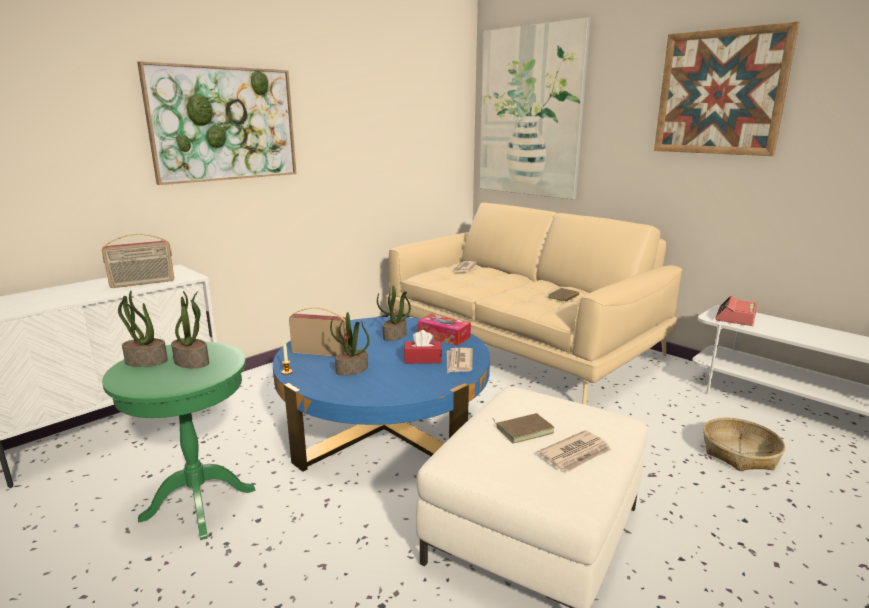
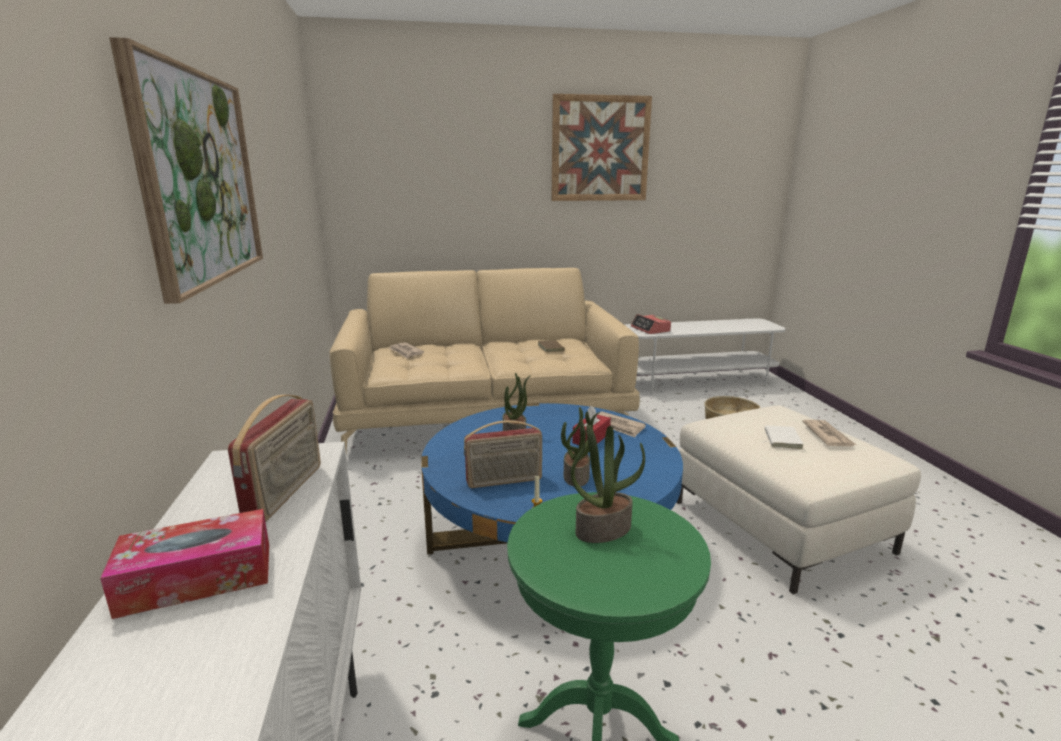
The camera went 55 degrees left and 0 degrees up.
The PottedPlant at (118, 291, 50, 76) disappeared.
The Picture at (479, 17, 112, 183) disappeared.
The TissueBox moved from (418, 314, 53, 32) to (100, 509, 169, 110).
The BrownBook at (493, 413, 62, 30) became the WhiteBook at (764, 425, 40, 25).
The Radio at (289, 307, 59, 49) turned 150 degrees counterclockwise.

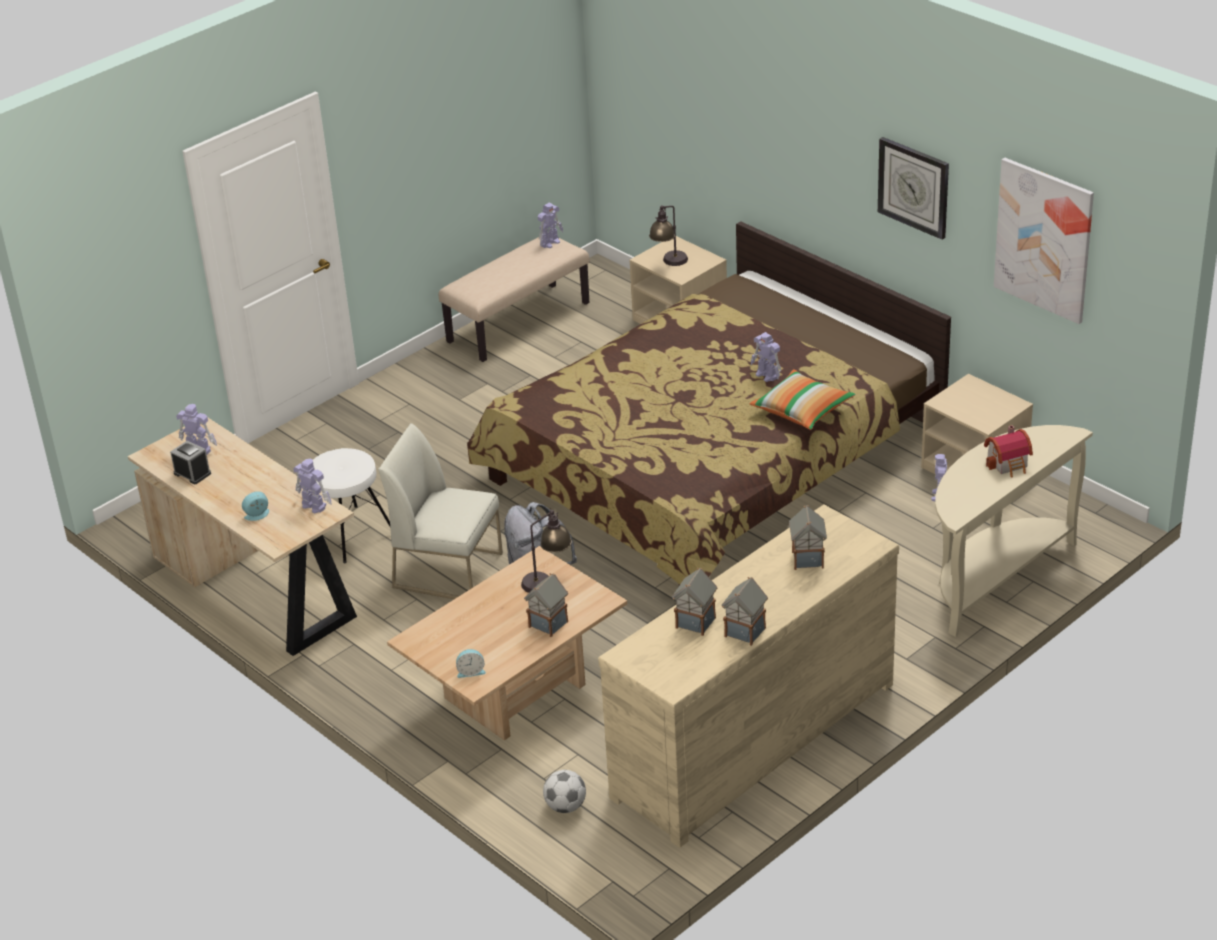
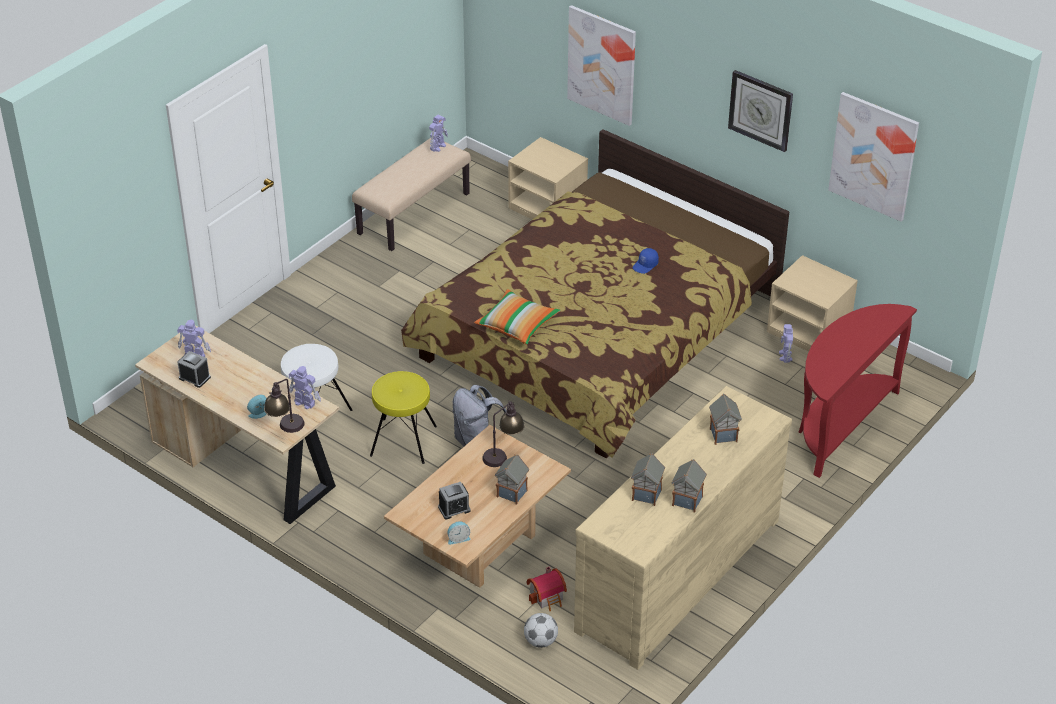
The camera went 10 degrees left and 5 degrees up.
The AlarmClock at (438, 482, 33, 38) appeared.
The Picture at (567, 5, 69, 121) appeared.
The TableLamp moved from (649, 205, 39, 61) to (264, 379, 41, 54).
The Pillow moved from (749, 370, 106, 60) to (474, 289, 86, 56).
The ToyHouse moved from (984, 425, 49, 52) to (526, 567, 41, 44).
The WhiteChair at (378, 423, 125, 176) was replaced by the YellowStool at (370, 371, 67, 93).
The ToyRobot at (751, 332, 30, 50) was replaced by the BlueCap at (633, 248, 26, 26).
The BeigeConsoleTable at (935, 425, 158, 212) became the RedConsoleTable at (799, 304, 118, 174).

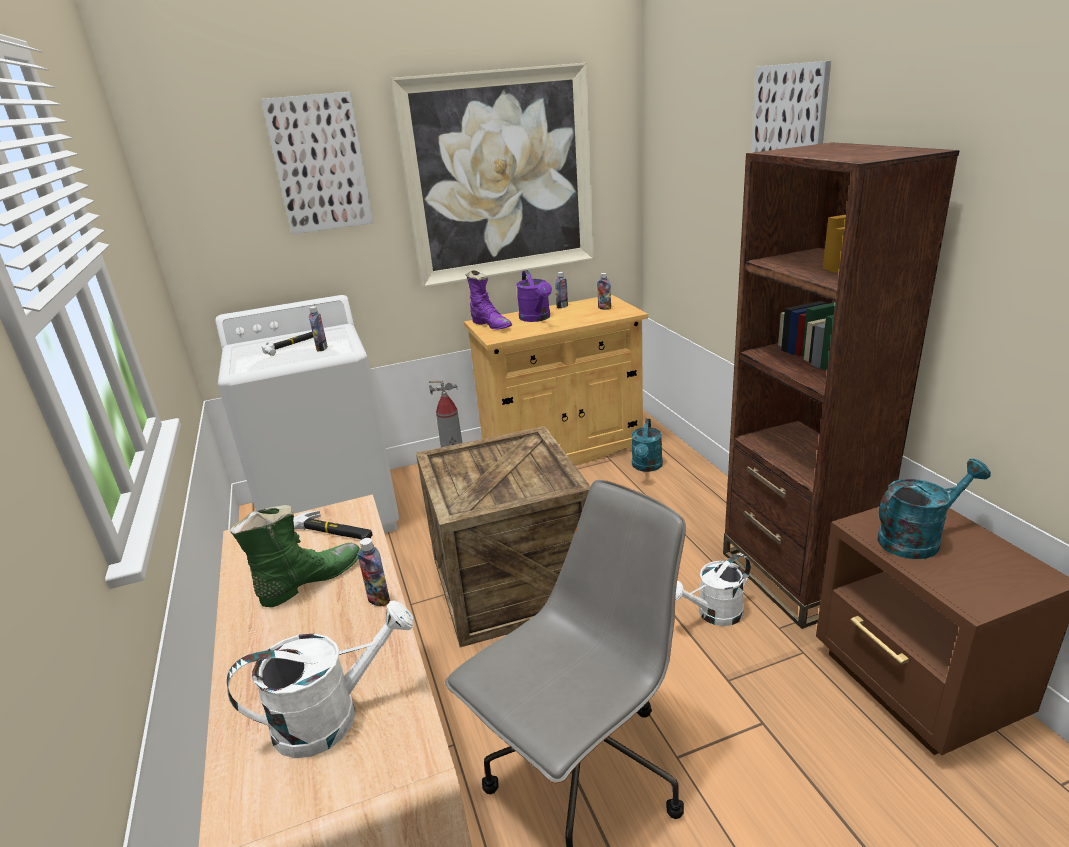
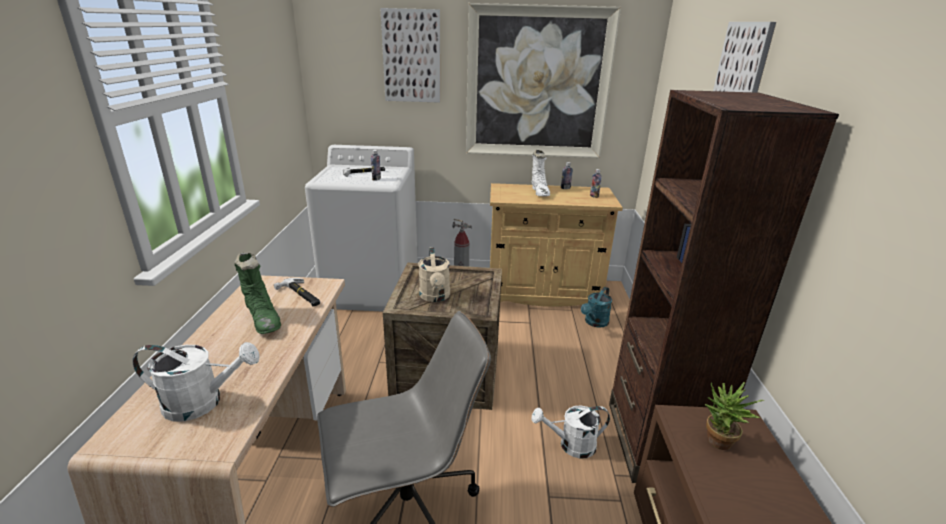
The camera went 20 degrees right and 0 degrees up.
The Bottle at (357, 538, 33, 68) disappeared.
The PurpleBoot at (465, 270, 47, 59) disappeared.
The BeigeWateringCan at (418, 247, 32, 55) appeared.
The PurpleWateringCan at (516, 270, 36, 52) was replaced by the WhiteBoot at (532, 150, 18, 46).
The TurquoiseWateringCan at (877, 459, 114, 100) was replaced by the PottedPlant at (705, 382, 59, 68).
The GreenBoot at (230, 505, 131, 102) turned 75 degrees clockwise.

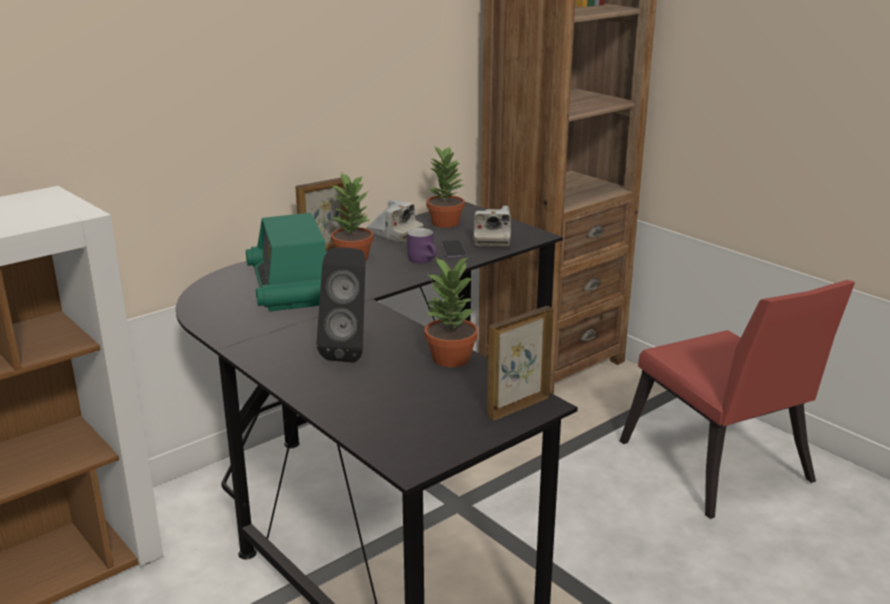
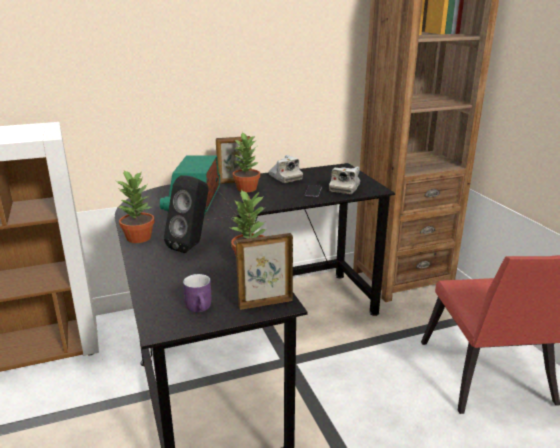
The camera went 20 degrees right and 0 degrees up.
The PurpleMug moved from (407, 228, 30, 35) to (183, 274, 28, 38).
The PottedPlant moved from (426, 146, 41, 82) to (116, 170, 39, 73).

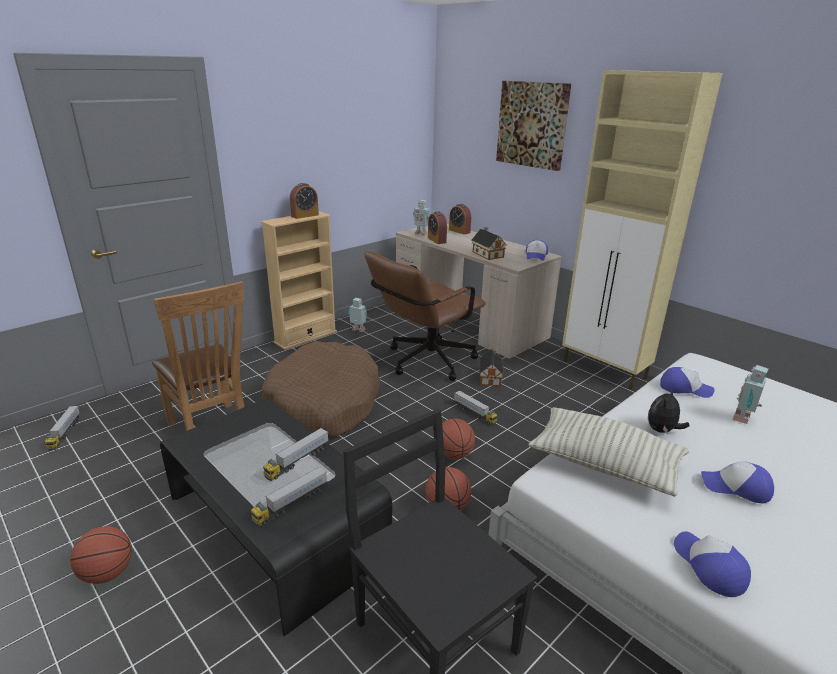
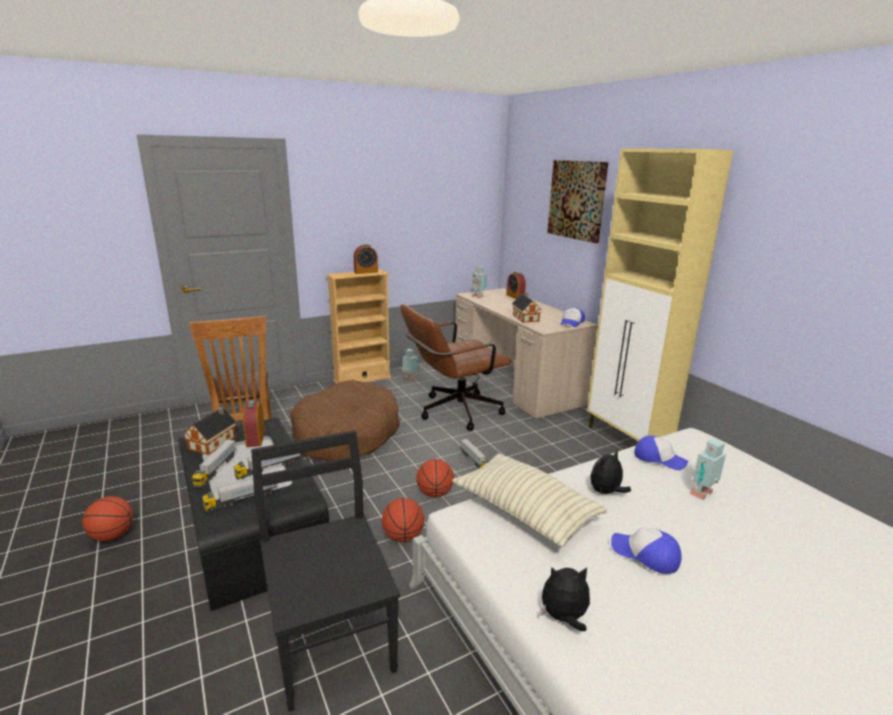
The camera went 15 degrees right and 5 degrees down.
The ToyTruck moved from (44, 406, 36, 44) to (192, 439, 44, 49).
The AlarmClock moved from (428, 211, 19, 33) to (243, 400, 22, 47).
The ToyHouse moved from (480, 349, 24, 38) to (183, 407, 53, 48).
The Cap at (674, 531, 77, 66) was replaced by the PlushToy at (541, 567, 49, 64).

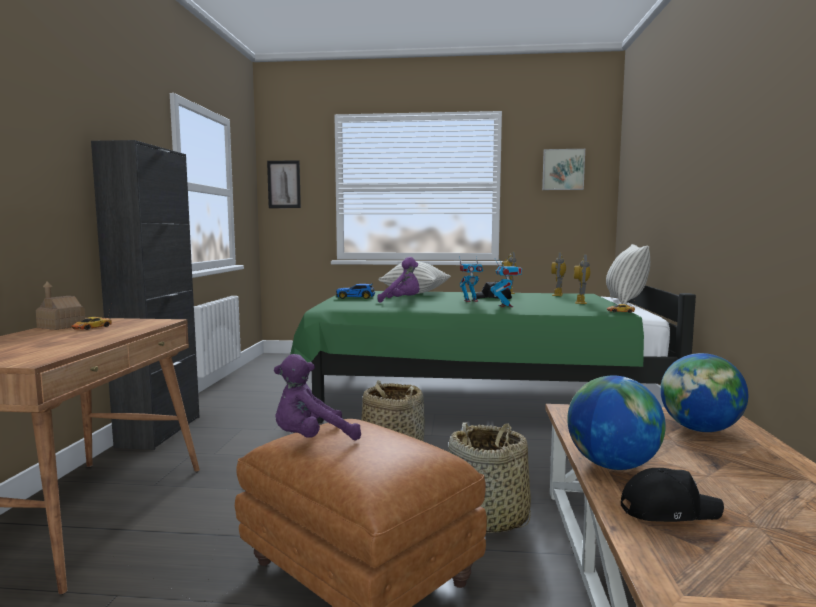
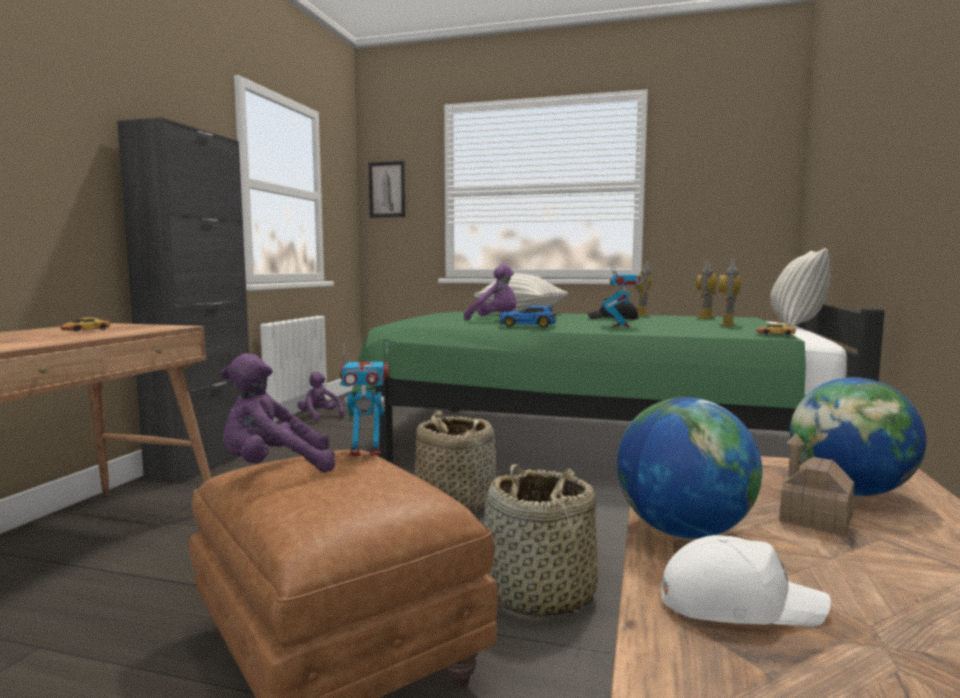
The camera went 10 degrees right and 0 degrees up.
The Picture at (542, 149, 43, 41) disappeared.
The PurplePlushToy at (297, 372, 47, 50) appeared.
The ToyHouse moved from (36, 281, 49, 49) to (779, 433, 76, 102).
The ToyCar moved from (336, 283, 39, 16) to (500, 306, 57, 22).
The ToyRobot moved from (459, 256, 24, 46) to (340, 343, 49, 113).
The BlackCap at (621, 468, 103, 54) became the WhiteCap at (661, 535, 170, 92).

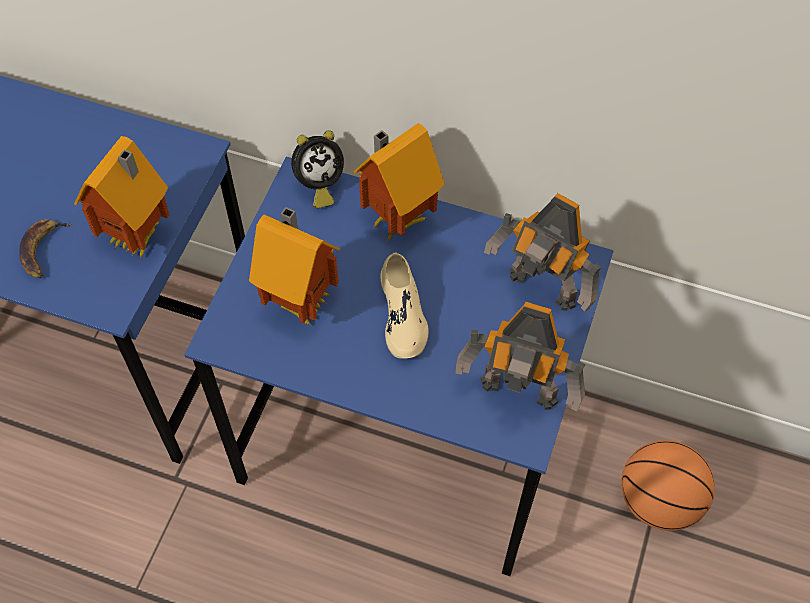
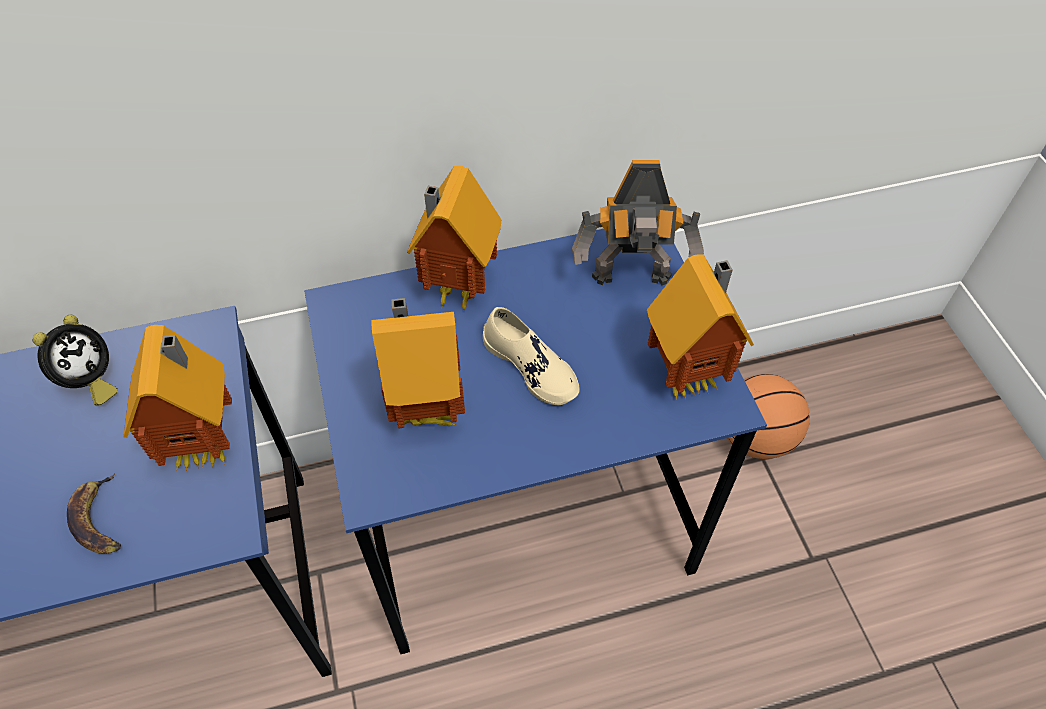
The camera went 35 degrees left and 5 degrees down.
The AlarmClock moved from (291, 130, 53, 78) to (32, 314, 86, 91).
The ToyRobot at (456, 302, 129, 110) was replaced by the ToyHouse at (647, 254, 107, 146).

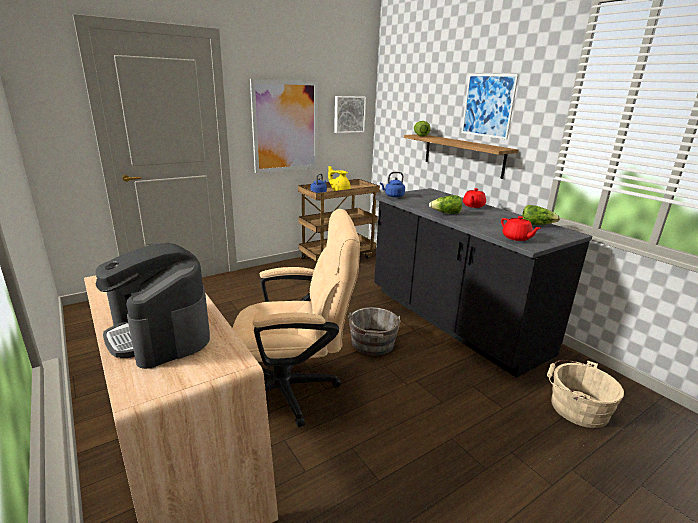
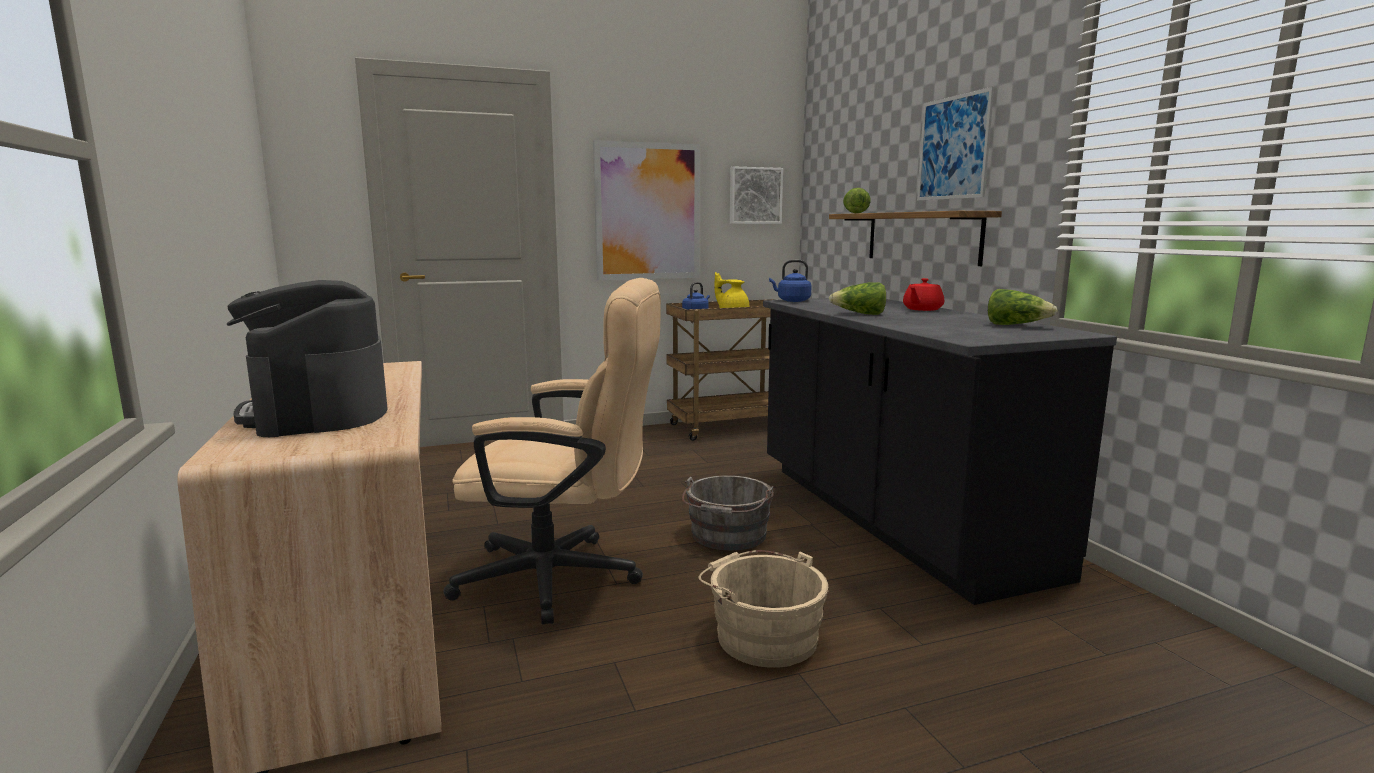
The camera went 15 degrees right and 10 degrees down.
The RedTeapot at (501, 216, 40, 25) disappeared.
The BeigeBucket moved from (547, 360, 77, 68) to (699, 550, 130, 118).

